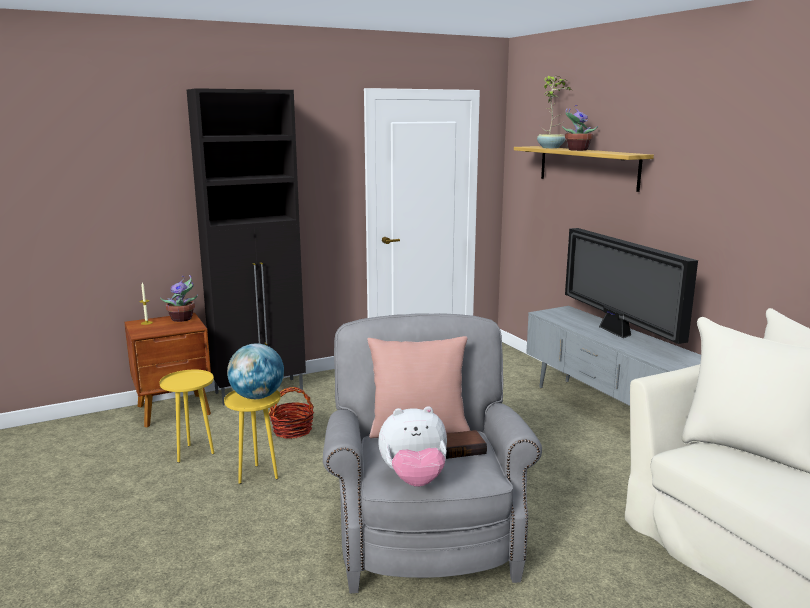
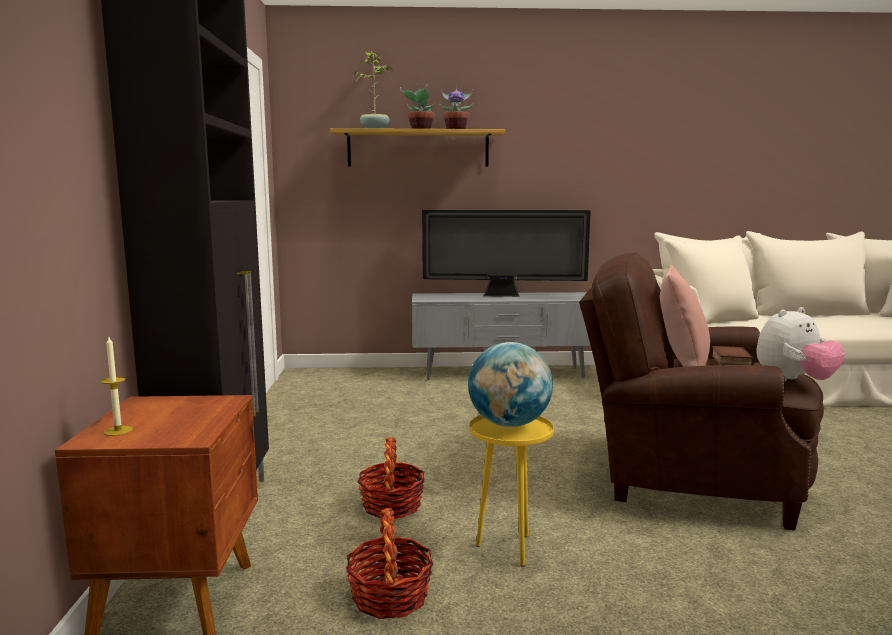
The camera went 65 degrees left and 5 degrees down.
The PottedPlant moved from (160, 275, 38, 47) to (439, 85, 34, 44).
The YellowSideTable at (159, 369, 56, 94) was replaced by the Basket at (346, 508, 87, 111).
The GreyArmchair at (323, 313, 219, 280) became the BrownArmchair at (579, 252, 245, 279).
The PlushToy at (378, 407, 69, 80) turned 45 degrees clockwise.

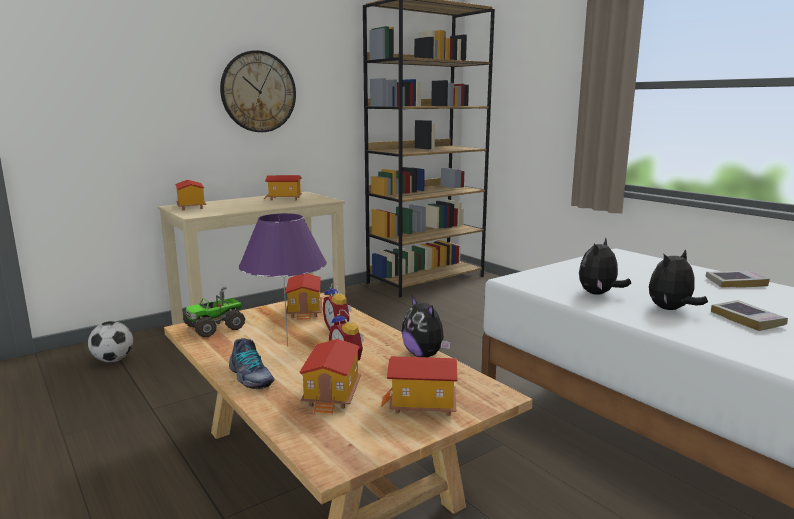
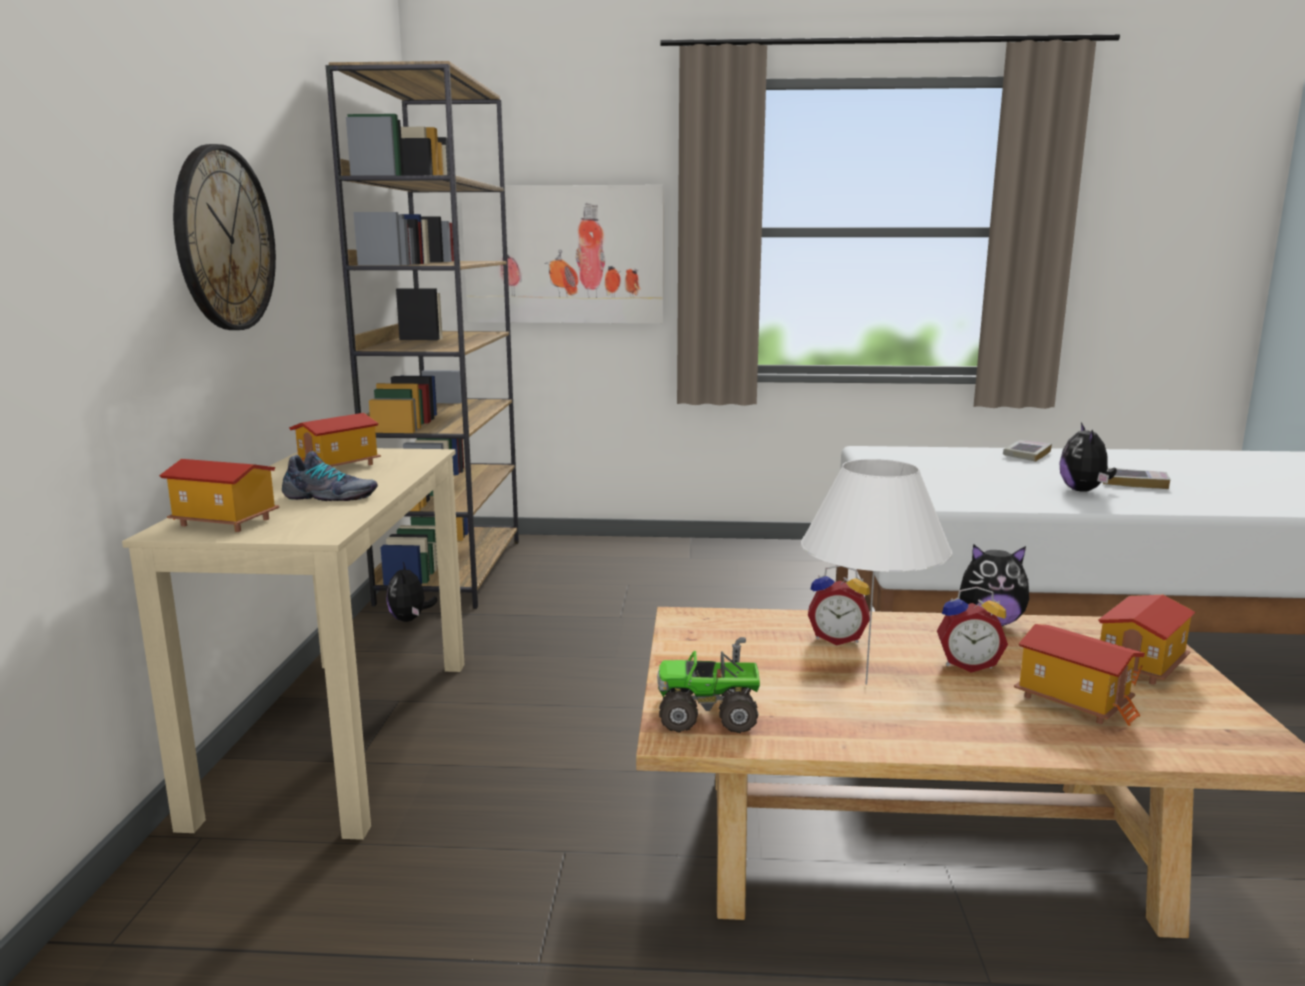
The camera went 50 degrees left and 0 degrees up.
The Football at (88, 321, 45, 41) disappeared.
The ToyHouse at (285, 273, 37, 48) disappeared.
The Picture at (461, 185, 203, 138) appeared.
The Shoe moved from (229, 338, 46, 51) to (282, 451, 96, 50).
The PlushToy moved from (579, 237, 52, 58) to (386, 562, 52, 60).
The PurpleTableLamp at (239, 213, 88, 133) became the WhiteTableLamp at (801, 459, 151, 226).
The ToyTruck at (183, 287, 62, 51) turned 90 degrees clockwise.

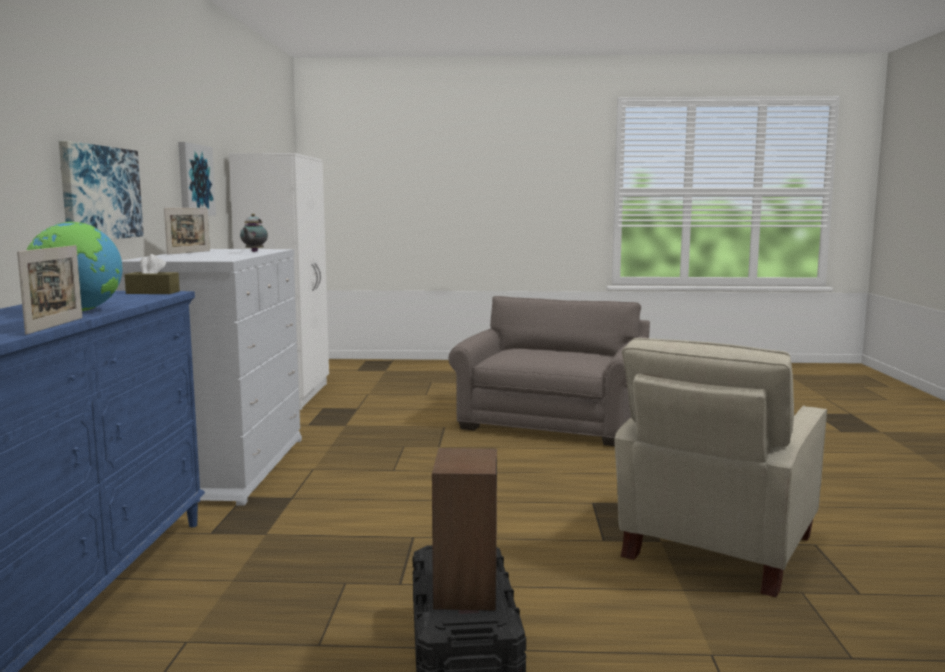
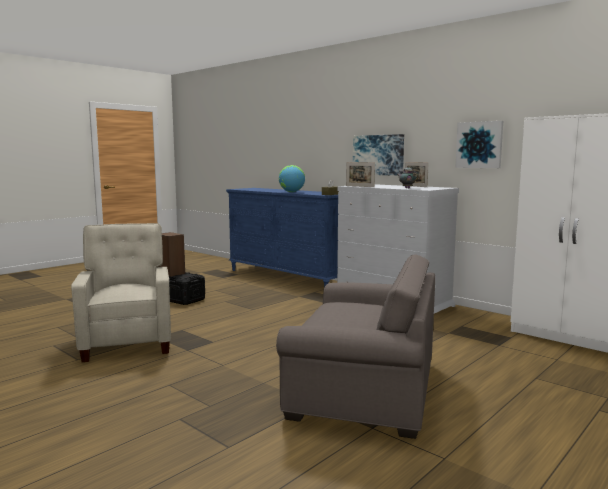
The camera went 130 degrees right and 0 degrees up.
The PictureFrame moved from (17, 245, 65, 90) to (346, 162, 29, 25).
The GreyArmchair at (449, 296, 201, 150) turned 45 degrees counterclockwise.

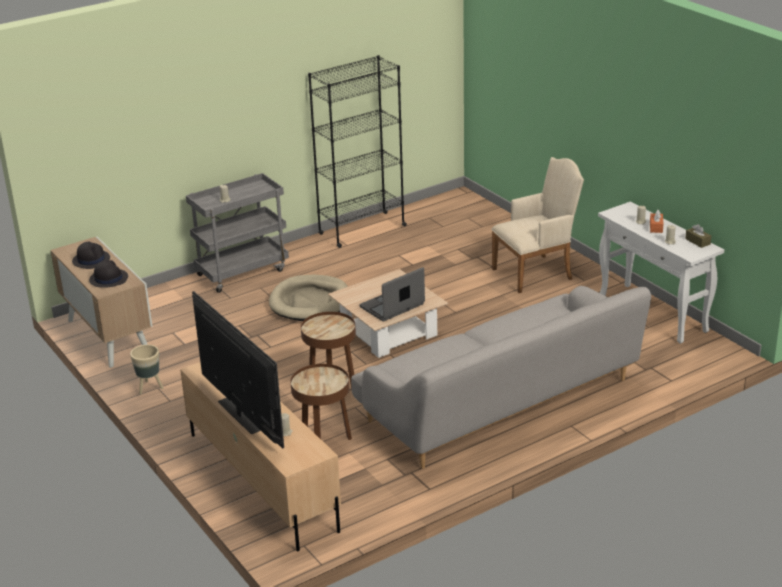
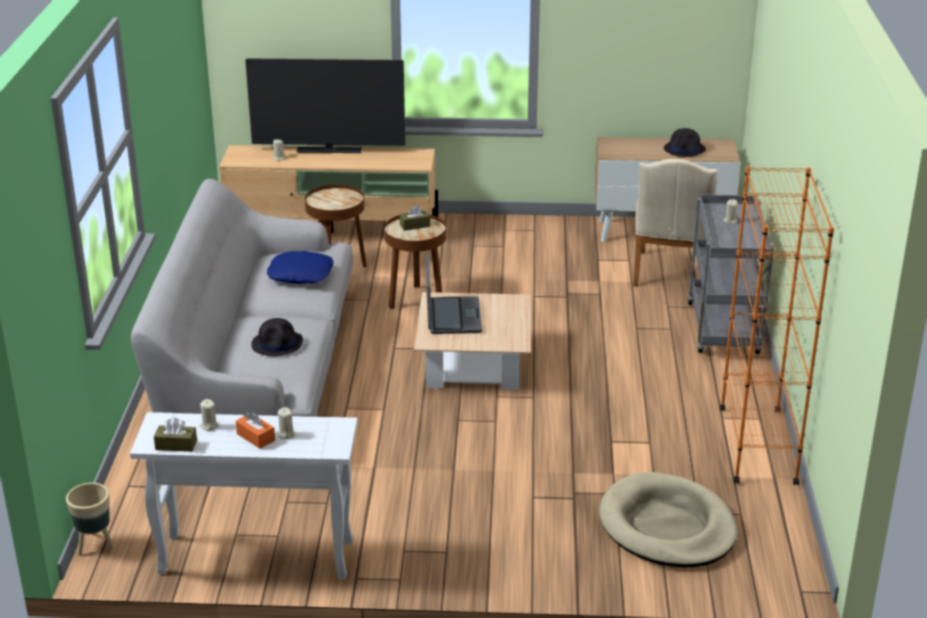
The camera went 125 degrees right and 0 degrees up.
The BluePillow at (267, 251, 67, 33) appeared.
The BrownTissueBox at (400, 205, 30, 26) appeared.
The BlackHat moved from (89, 260, 39, 28) to (251, 318, 52, 38).
The BeigePlanter moved from (130, 345, 33, 49) to (66, 483, 49, 72).
The BeigeDogBed moved from (269, 275, 79, 46) to (600, 472, 138, 95).
The BeigeArmchair moved from (492, 157, 92, 136) to (633, 159, 85, 128).
The BlackBookcase at (308, 55, 99, 193) became the OrangeBookcase at (720, 166, 114, 319).

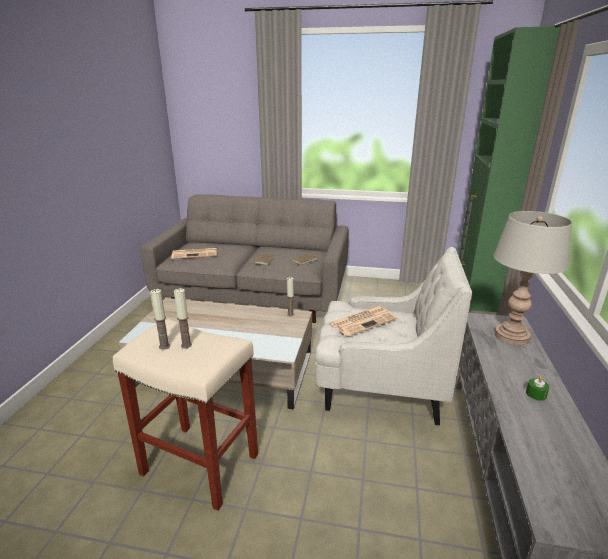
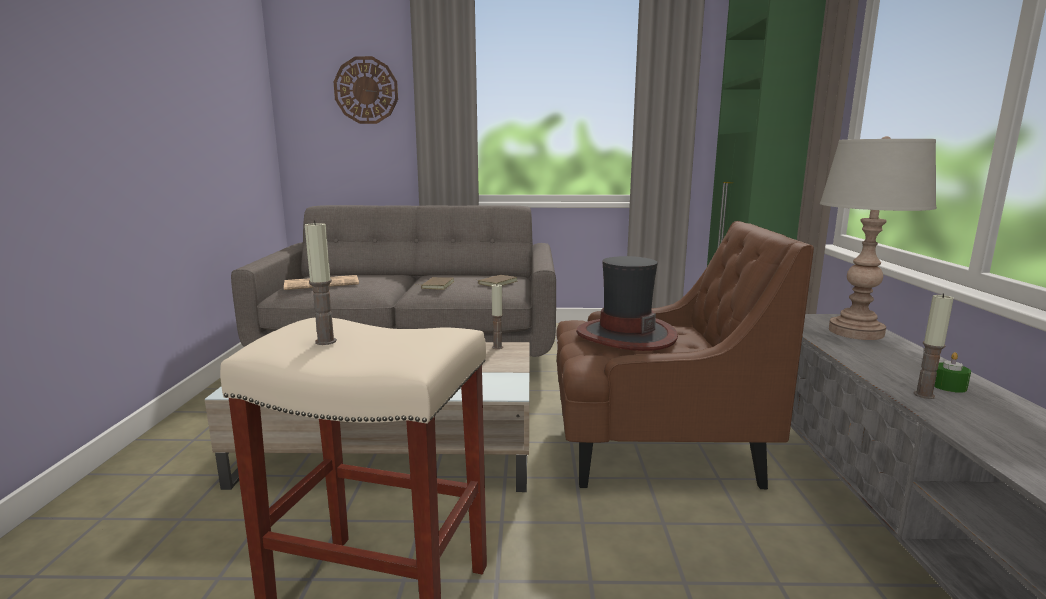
The camera went 10 degrees left and 10 degrees down.
The WallClock at (333, 56, 65, 68) appeared.
The Candle moved from (174, 288, 18, 60) to (914, 293, 40, 106).
The Newspaper at (330, 306, 67, 30) was replaced by the Hat at (576, 256, 102, 95).
The WhiteArmchair at (315, 247, 157, 178) became the BrownArmchair at (556, 221, 258, 268).

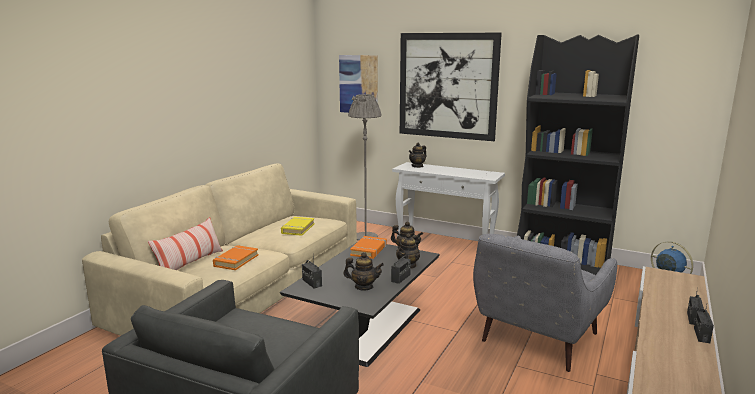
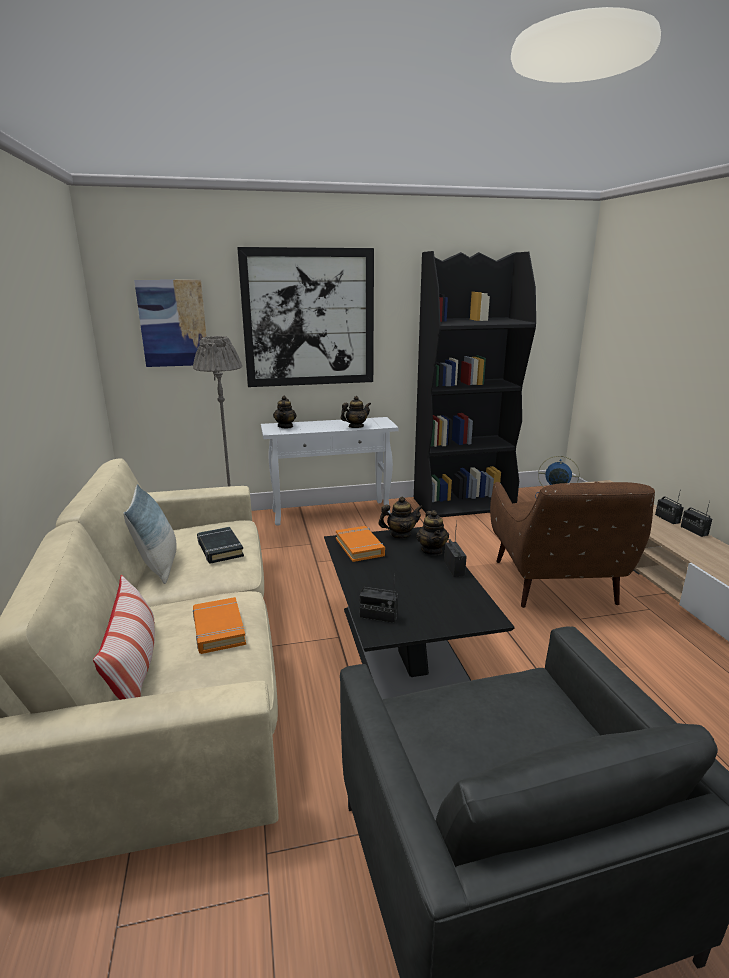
The camera went 40 degrees left and 5 degrees up.
The Pillow at (123, 484, 54, 100) appeared.
The Teapot moved from (343, 252, 41, 38) to (341, 396, 30, 32).
The YellowBook at (281, 217, 33, 19) became the BlackBook at (197, 527, 47, 37).
The GreyArmchair at (473, 234, 144, 138) became the BrownArmchair at (490, 482, 165, 126).

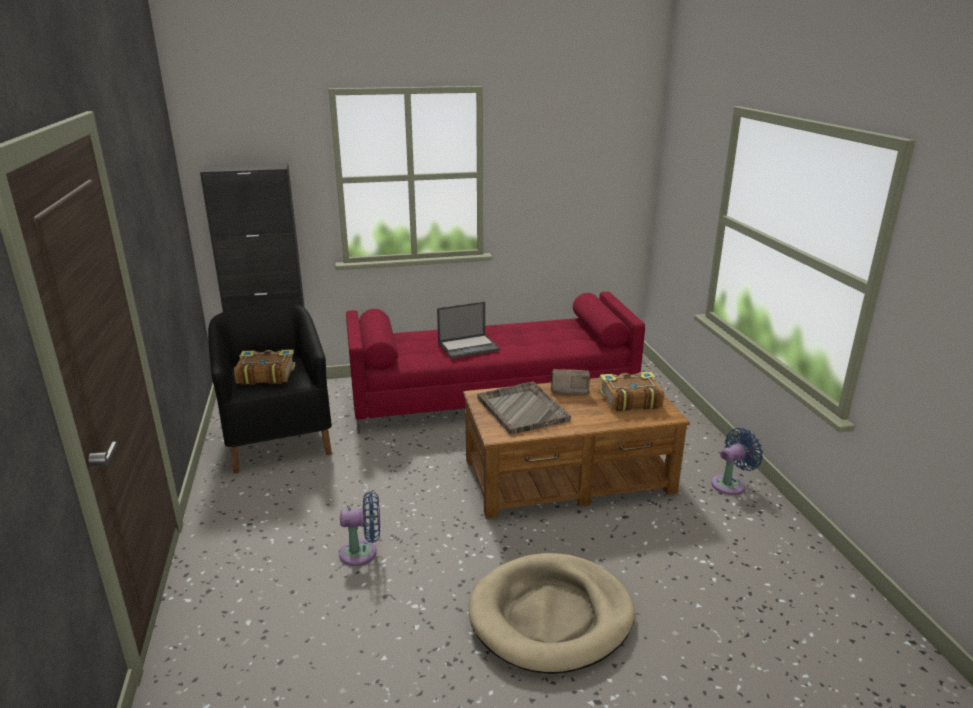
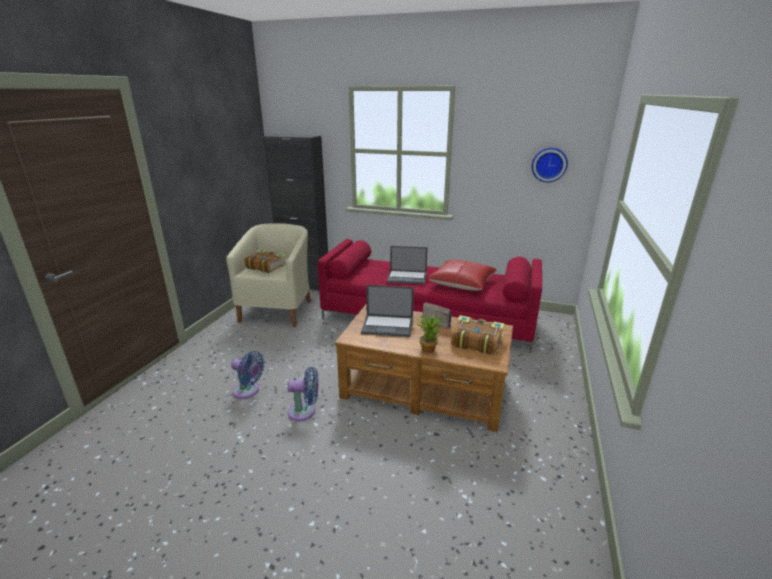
The camera went 30 degrees right and 0 degrees up.
The BeigeDogBed at (468, 553, 167, 121) disappeared.
The PottedPlant at (416, 314, 27, 39) appeared.
The RedPillow at (428, 260, 69, 31) appeared.
The WallClock at (532, 148, 36, 34) appeared.
The BlueFan moved from (711, 428, 52, 67) to (288, 367, 30, 54).
The GreyTray at (477, 382, 94, 52) was replaced by the Laptop at (361, 285, 53, 52).
The BlackArmchair at (208, 303, 124, 171) became the BeigeArmchair at (226, 223, 85, 104).

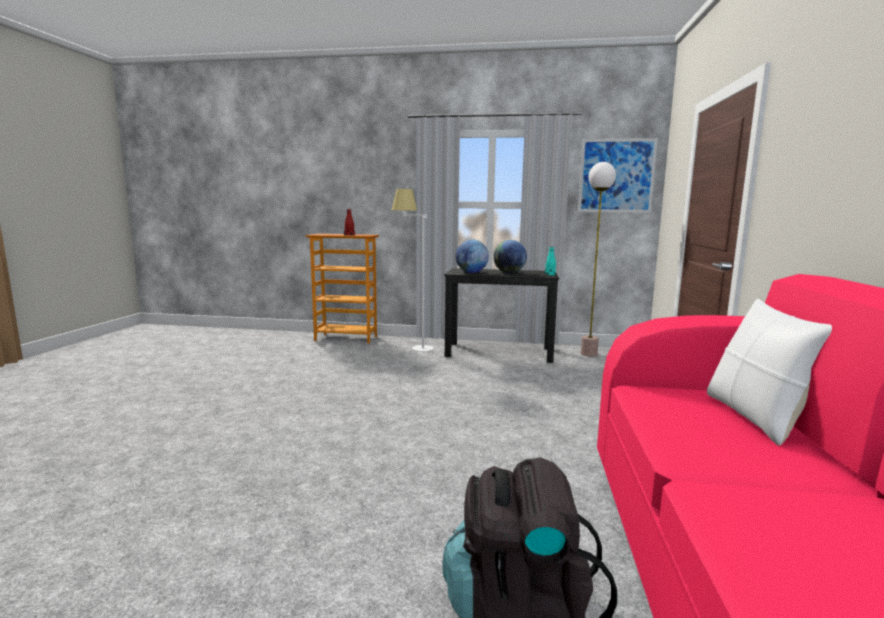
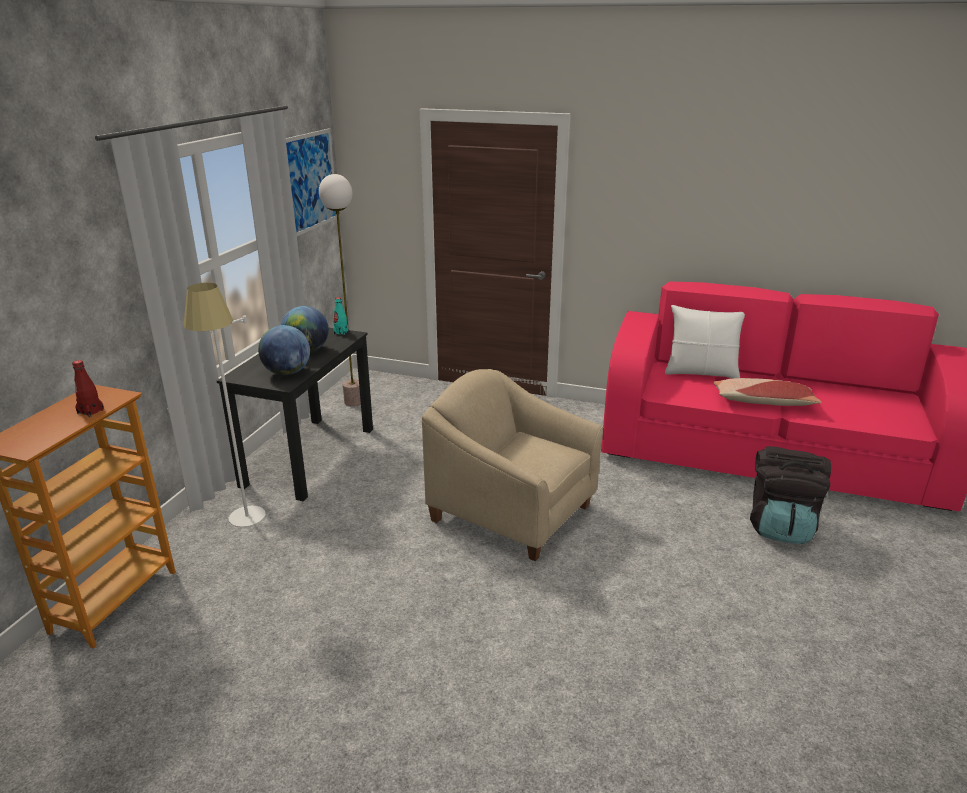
The camera went 80 degrees left and 15 degrees up.
The BeigeArmchair at (422, 369, 181, 192) appeared.
The Pillow at (713, 378, 109, 28) appeared.

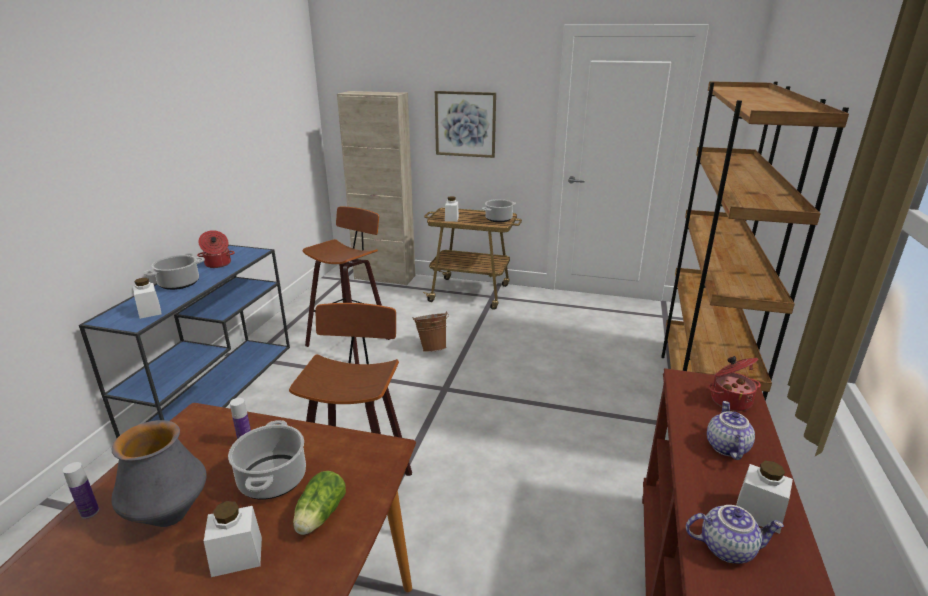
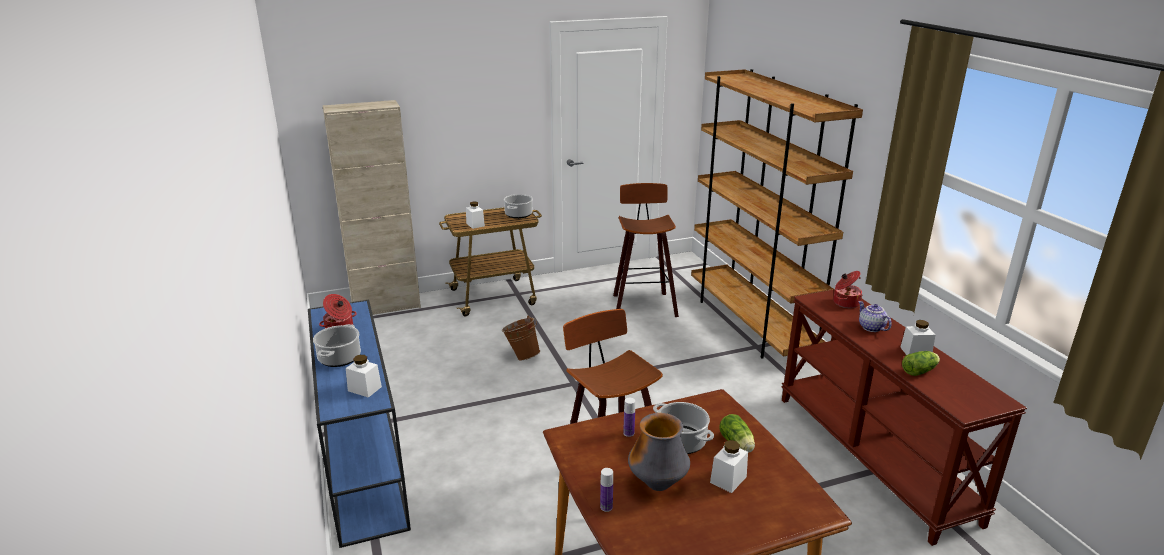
The camera went 35 degrees left and 0 degrees up.
The Picture at (435, 91, 61, 67) disappeared.
The Stool moved from (303, 206, 87, 158) to (613, 183, 66, 134).
The Teapot at (686, 505, 98, 59) was replaced by the Lettuce at (902, 351, 38, 25).

